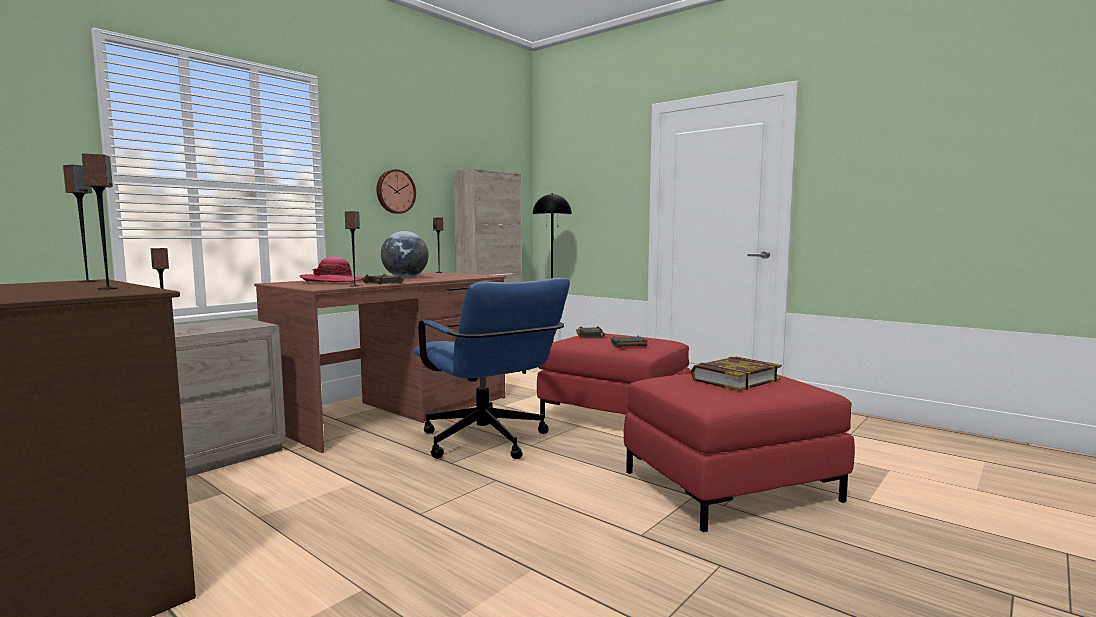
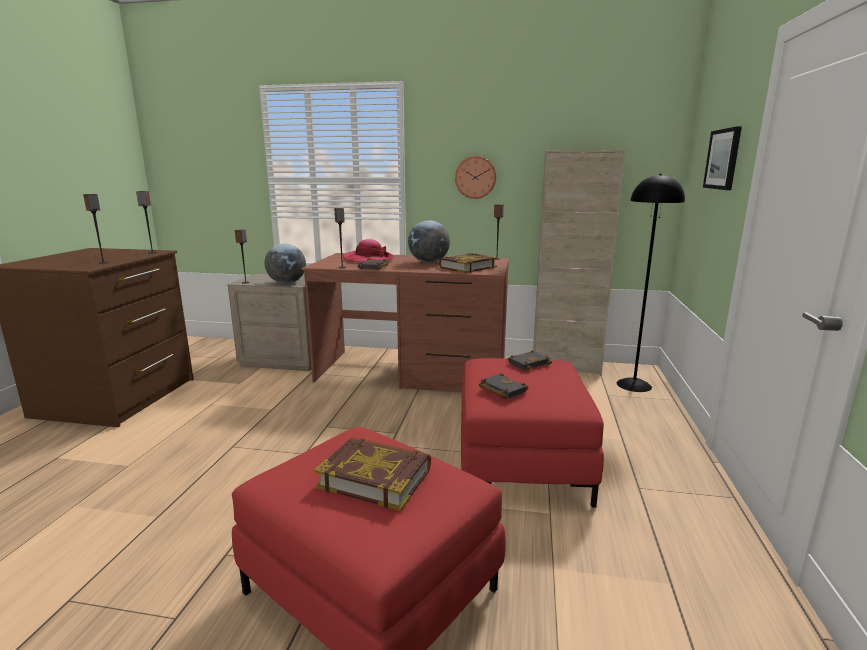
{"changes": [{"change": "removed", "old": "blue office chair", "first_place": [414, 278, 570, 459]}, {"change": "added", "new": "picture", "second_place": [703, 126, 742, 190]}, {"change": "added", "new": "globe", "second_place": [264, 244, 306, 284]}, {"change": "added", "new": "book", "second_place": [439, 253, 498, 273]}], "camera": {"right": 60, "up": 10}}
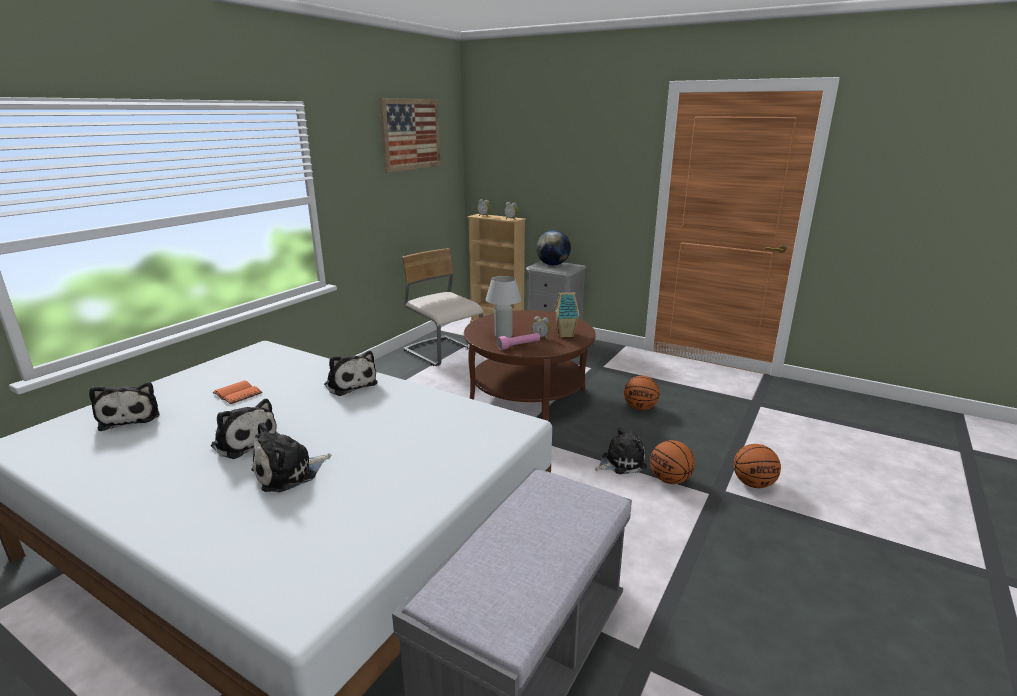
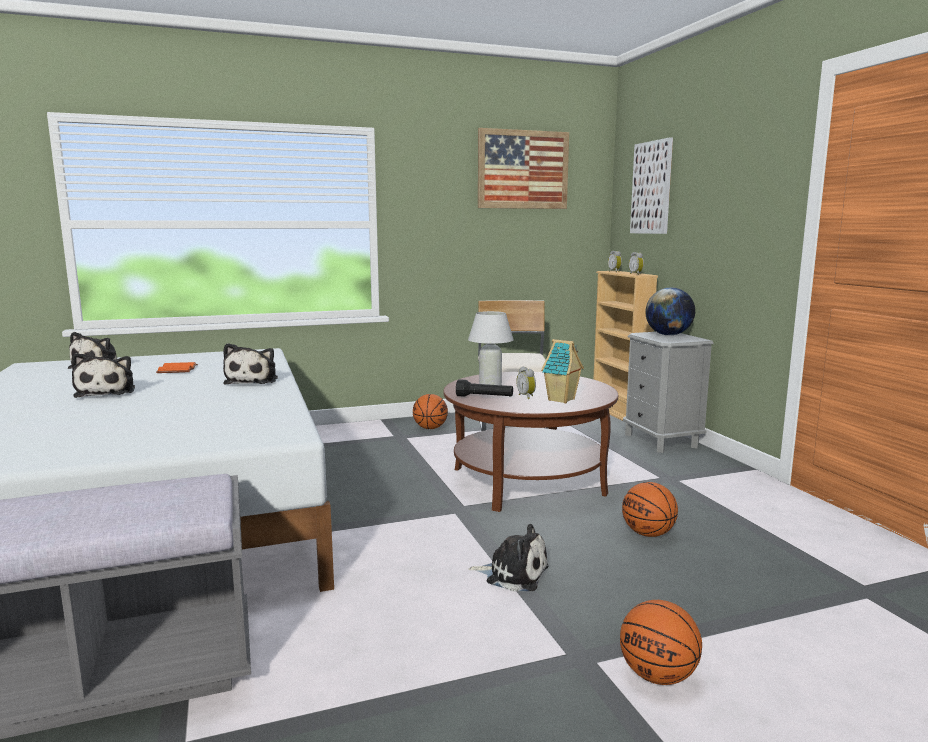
{"changes": [{"change": "recoloured", "old": "pink flashlight", "new": "black flashlight", "first_place": [497, 333, 540, 350], "second_place": [456, 379, 513, 397]}, {"change": "removed", "old": "plush toy", "first_place": [251, 422, 331, 492]}, {"change": "moved", "old": "basketball", "first_place": [650, 440, 695, 484], "second_place": [413, 394, 448, 429]}, {"change": "added", "new": "picture", "second_place": [630, 137, 673, 234]}], "camera": {"right": 40, "up": -10}}
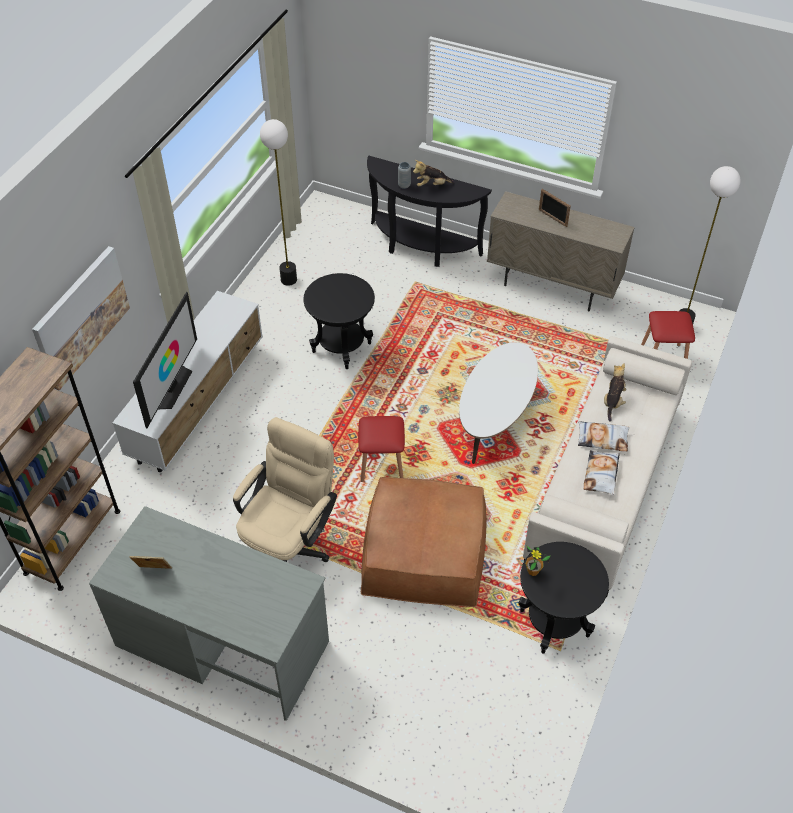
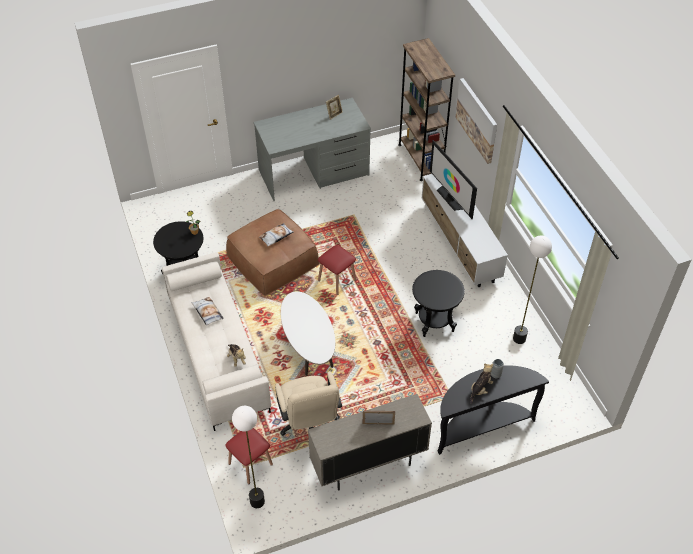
{"changes": [{"change": "moved", "old": "beige office chair", "first_place": [233, 417, 337, 562], "second_place": [275, 371, 342, 436]}, {"change": "moved", "old": "pillow", "first_place": [578, 421, 630, 451], "second_place": [259, 223, 293, 247]}], "camera": {"right": 135, "up": 0}}
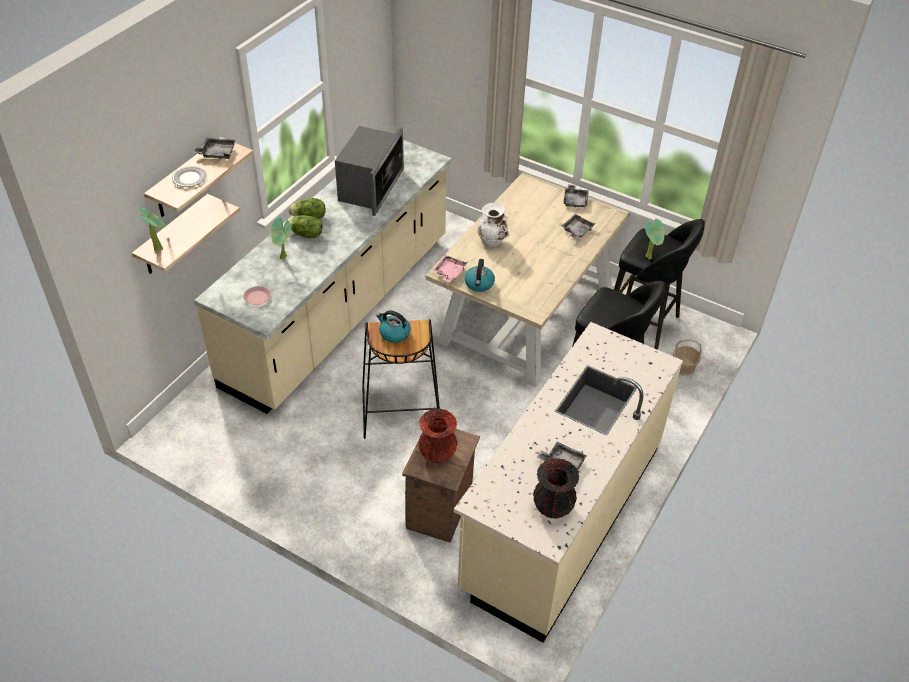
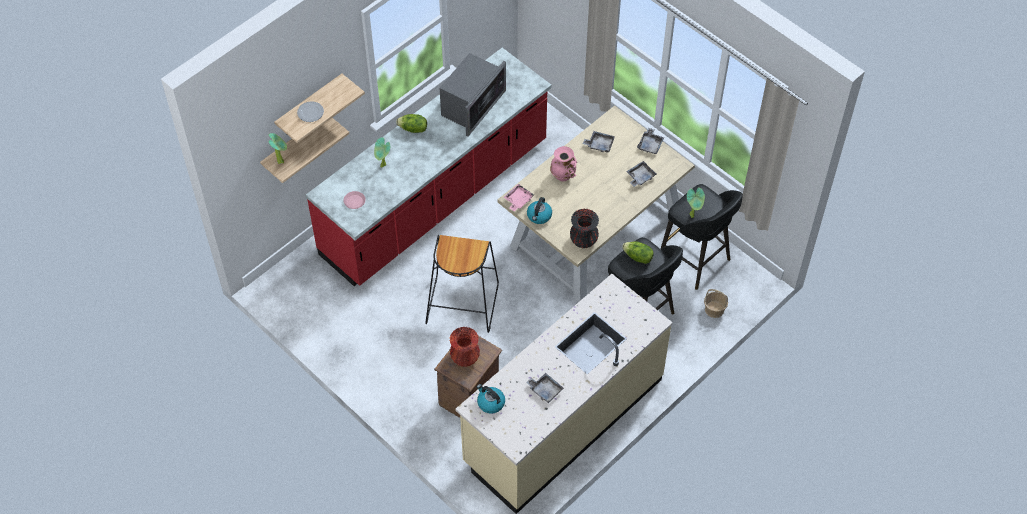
{"changes": [{"change": "moved", "old": "grey tray", "first_place": [193, 138, 236, 159], "second_place": [583, 131, 615, 153]}, {"change": "recoloured", "old": "beige counter", "new": "red counter", "first_place": [194, 140, 452, 414], "second_place": [306, 48, 551, 286]}, {"change": "recoloured", "old": "white vase", "new": "pink vase", "first_place": [477, 203, 510, 247], "second_place": [550, 146, 577, 181]}, {"change": "moved", "old": "lettuce", "first_place": [286, 215, 323, 238], "second_place": [622, 241, 654, 264]}, {"change": "moved", "old": "kettle", "first_place": [376, 310, 411, 343], "second_place": [477, 384, 505, 414]}, {"change": "moved", "old": "black vase", "first_place": [533, 458, 579, 519], "second_place": [570, 209, 599, 248]}], "camera": {"right": 15, "up": 10}}
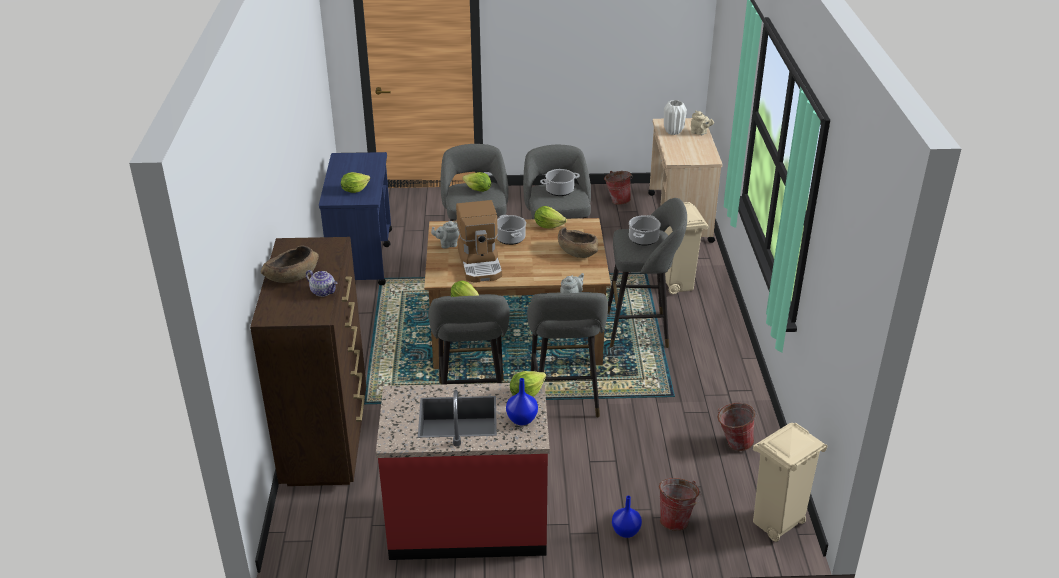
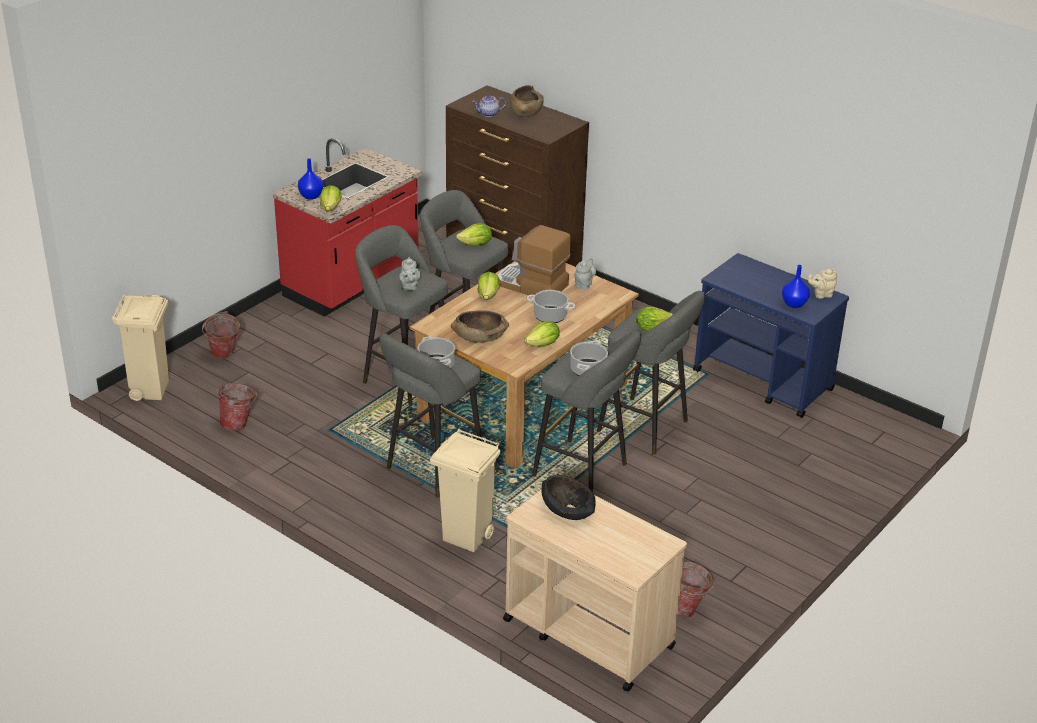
{"changes": [{"change": "removed", "old": "white vase", "first_place": [664, 100, 687, 135]}, {"change": "moved", "old": "beige teapot", "first_place": [691, 111, 714, 135], "second_place": [808, 268, 838, 299]}, {"change": "moved", "old": "lettuce", "first_place": [341, 172, 370, 193], "second_place": [477, 272, 500, 300]}, {"change": "moved", "old": "blue vase", "first_place": [612, 496, 642, 538], "second_place": [782, 265, 810, 308]}, {"change": "added", "new": "black bowl", "second_place": [541, 475, 596, 520]}], "camera": {"right": 130, "up": 0}}
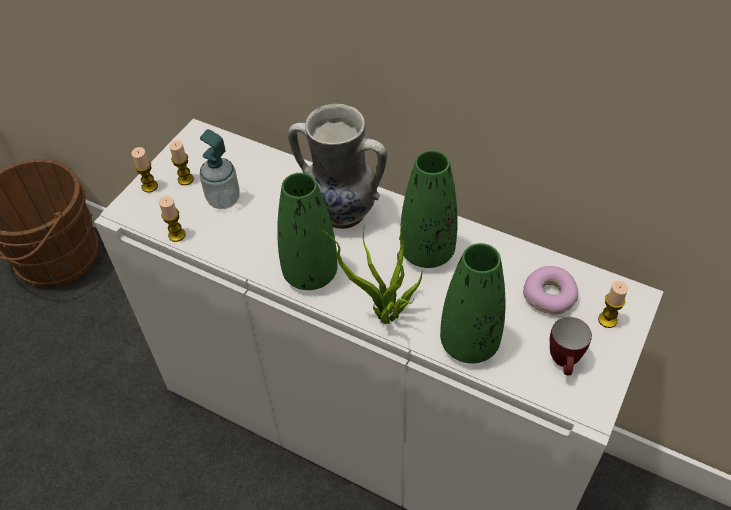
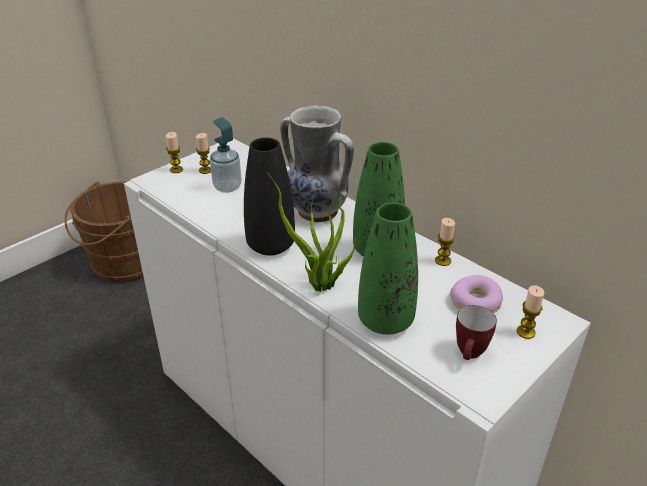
{"changes": [{"change": "recoloured", "old": "green vase", "new": "black vase", "first_place": [277, 173, 338, 290], "second_place": [244, 137, 295, 256]}, {"change": "moved", "old": "candle", "first_place": [159, 196, 186, 242], "second_place": [435, 218, 455, 266]}], "camera": {"right": 15, "up": -15}}
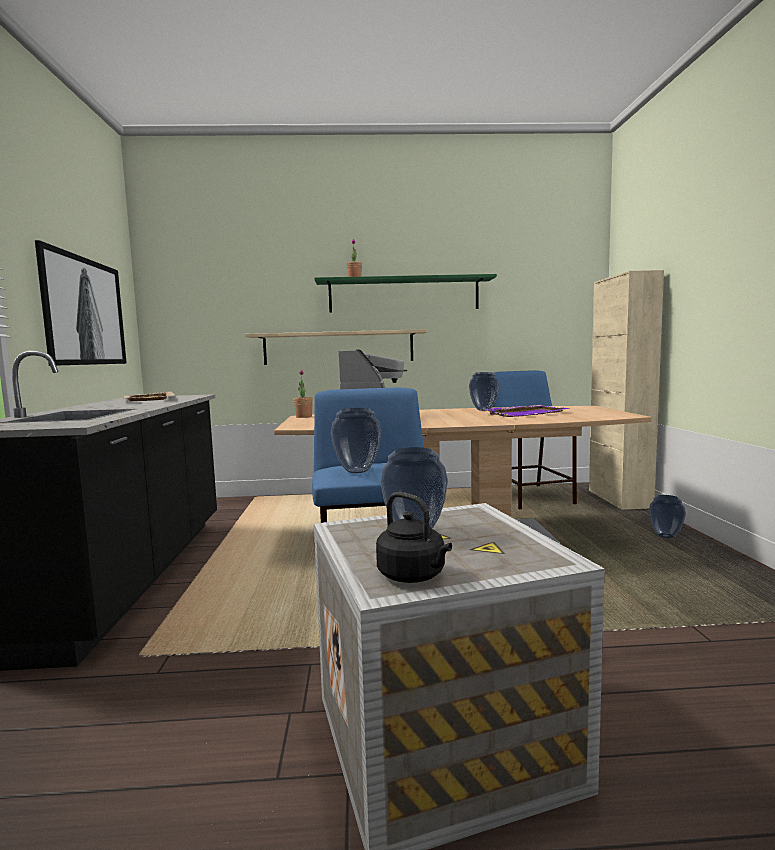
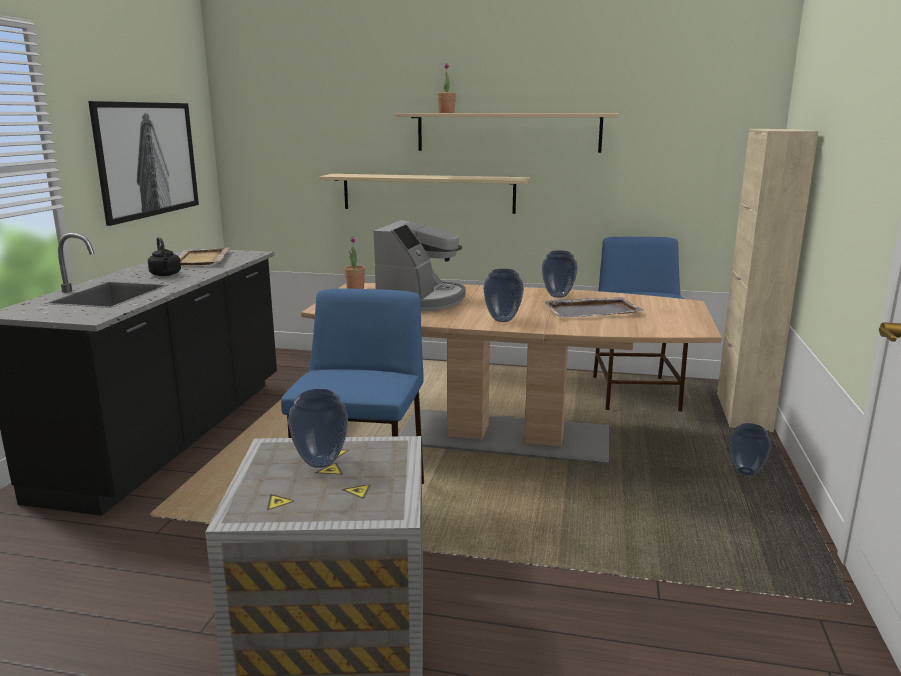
{"changes": [{"change": "recoloured", "old": "green shelf", "new": "beige shelf", "first_place": [314, 274, 497, 313], "second_place": [396, 113, 619, 153]}, {"change": "recoloured", "old": "purple tray", "new": "grey tray", "first_place": [485, 405, 570, 417], "second_place": [543, 297, 644, 317]}, {"change": "moved", "old": "vase", "first_place": [331, 408, 381, 473], "second_place": [483, 269, 524, 322]}, {"change": "moved", "old": "black kettle", "first_place": [376, 492, 452, 583], "second_place": [148, 237, 181, 276]}], "camera": {"right": 15, "up": 10}}
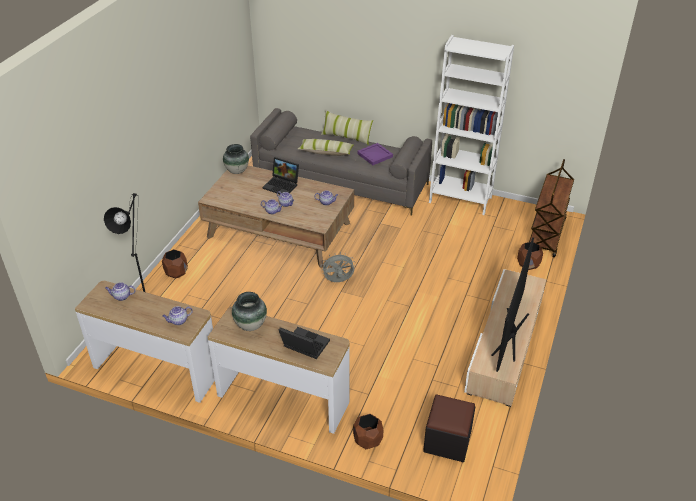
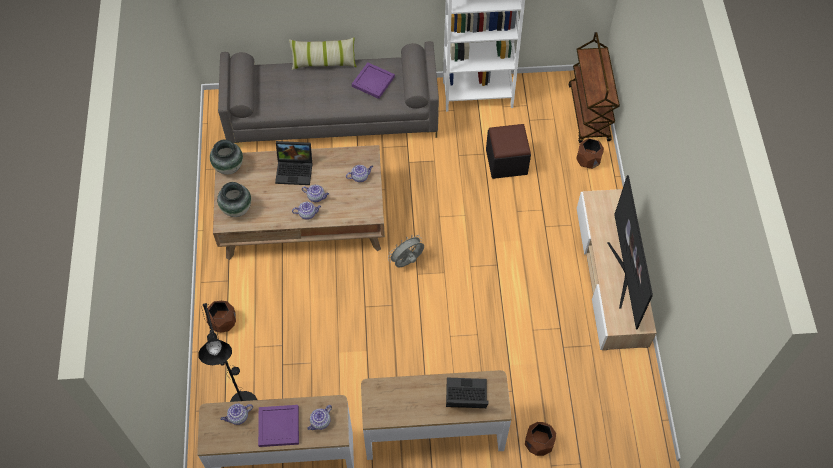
{"changes": [{"change": "removed", "old": "pillow", "first_place": [298, 139, 354, 156]}, {"change": "moved", "old": "vase", "first_place": [232, 292, 267, 331], "second_place": [217, 182, 251, 217]}, {"change": "moved", "old": "black ottoman", "first_place": [423, 394, 475, 462], "second_place": [486, 124, 531, 179]}, {"change": "added", "new": "purple tray", "second_place": [258, 405, 299, 447]}], "camera": {"right": -25, "up": 20}}
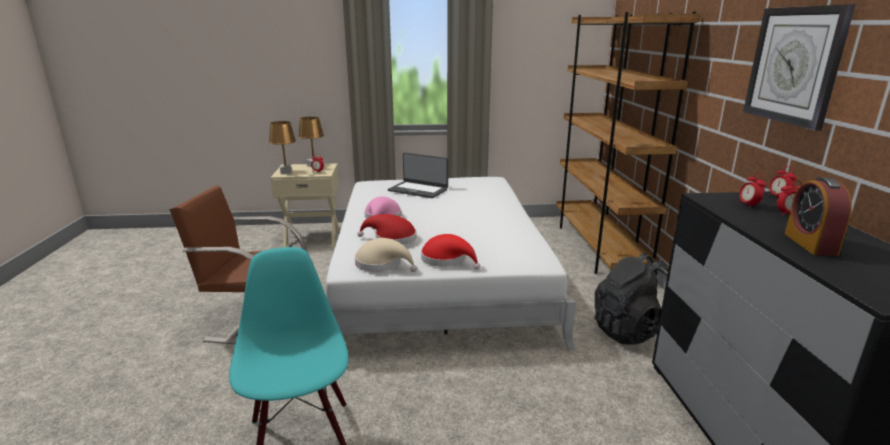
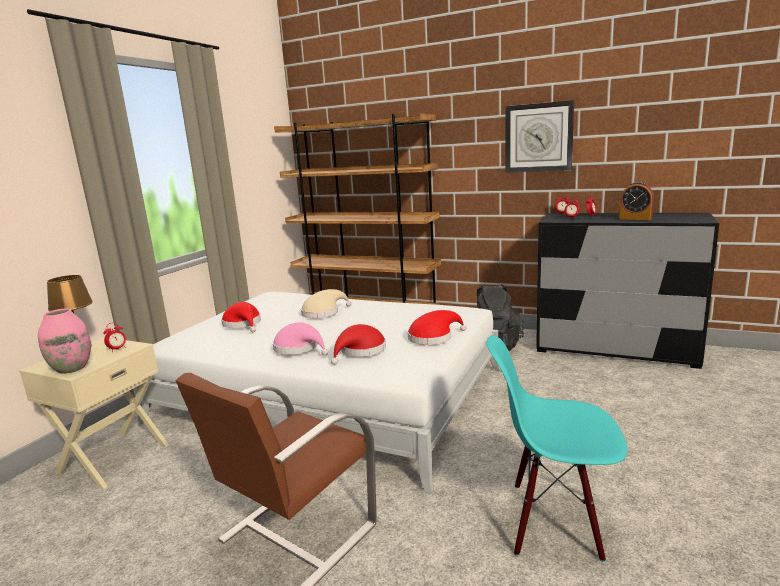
{"changes": [{"change": "replaced", "old": "brown table lamp", "new": "pink vase", "first_place": [269, 121, 296, 174], "second_place": [38, 309, 91, 374]}, {"change": "replaced", "old": "laptop", "new": "red hat", "first_place": [388, 153, 448, 198], "second_place": [221, 302, 261, 332]}, {"change": "moved", "old": "beige hat", "first_place": [355, 238, 417, 272], "second_place": [301, 289, 351, 318]}], "camera": {"right": -60, "up": -5}}
